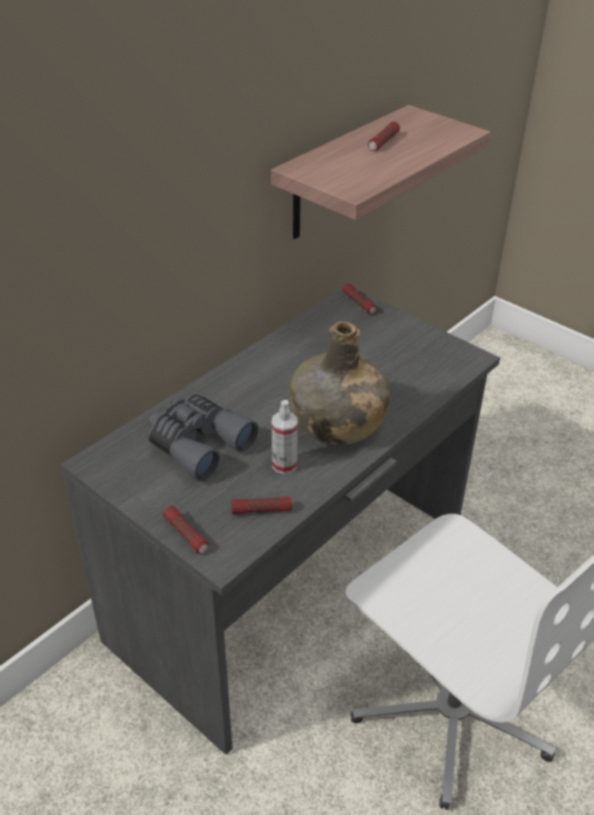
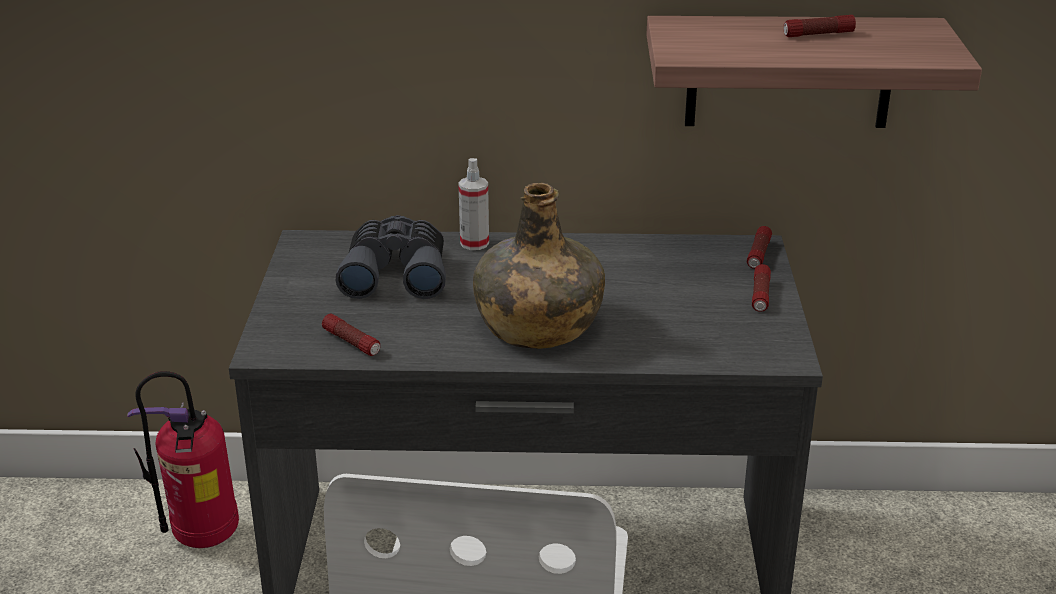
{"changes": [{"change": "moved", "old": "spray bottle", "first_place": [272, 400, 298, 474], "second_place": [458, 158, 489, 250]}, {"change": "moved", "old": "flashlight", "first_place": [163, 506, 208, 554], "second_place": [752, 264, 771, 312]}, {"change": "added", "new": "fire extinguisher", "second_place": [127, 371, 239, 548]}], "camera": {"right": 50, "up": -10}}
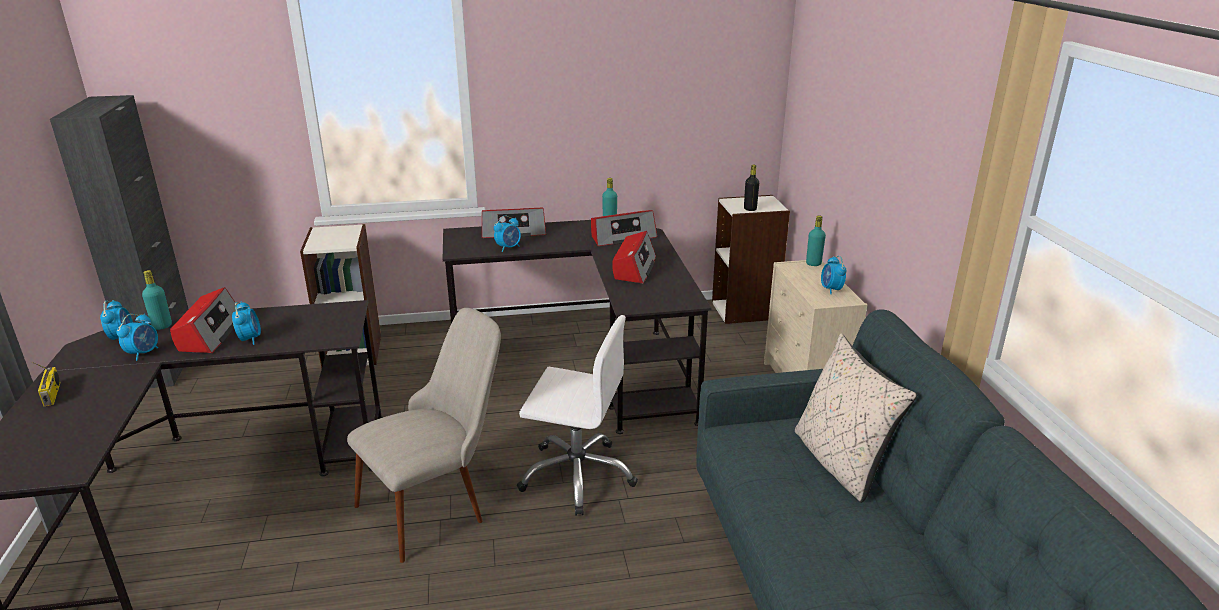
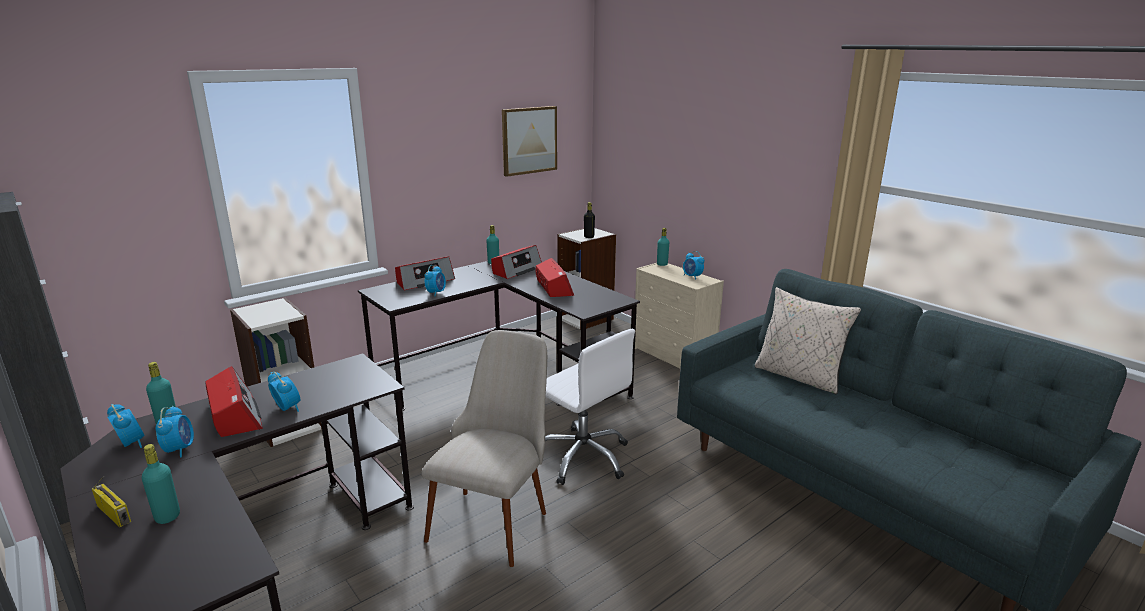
{"changes": [{"change": "turned", "old": "white office chair", "first_place": [517, 315, 638, 516], "second_place": [545, 329, 635, 485], "degrees": 60}, {"change": "added", "new": "picture", "second_place": [502, 106, 557, 177]}, {"change": "added", "new": "turquoise bottle", "second_place": [142, 444, 180, 524]}], "camera": {"right": -30, "up": -5}}
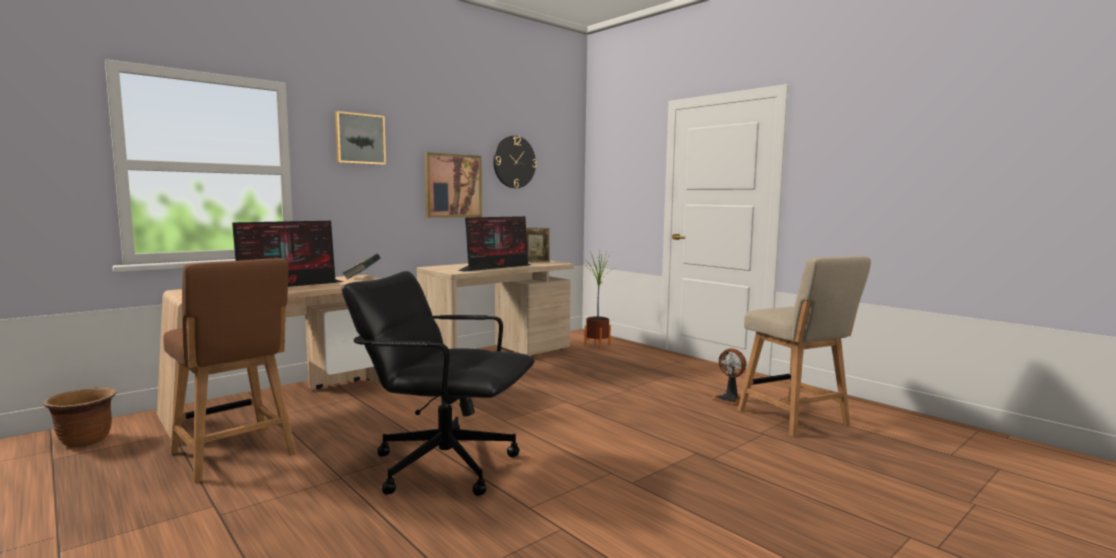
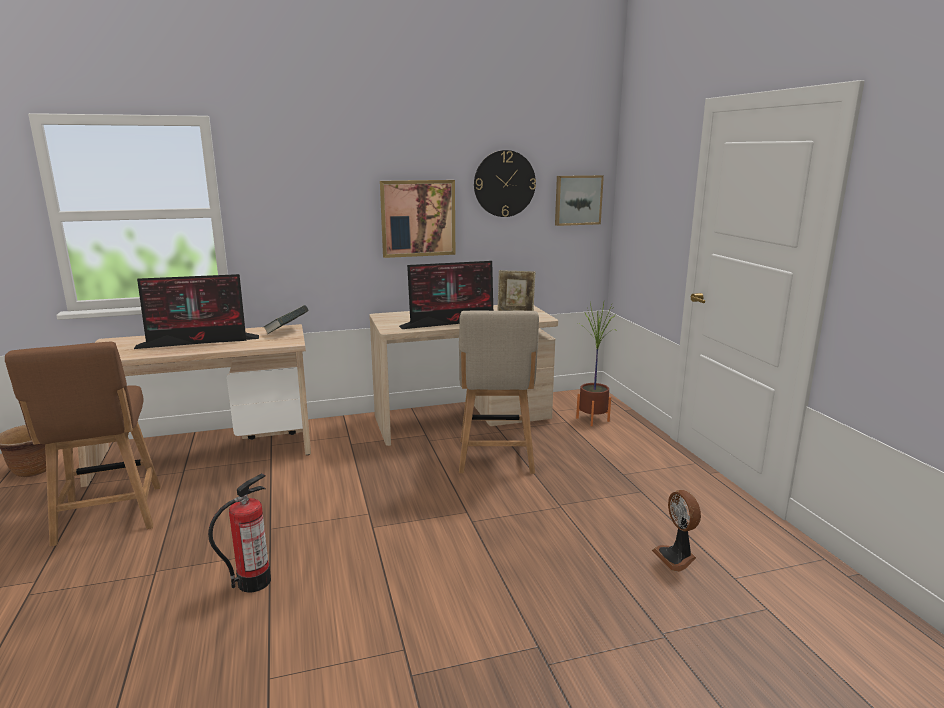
{"changes": [{"change": "moved", "old": "picture", "first_place": [335, 111, 386, 165], "second_place": [555, 175, 604, 226]}, {"change": "moved", "old": "beige chair", "first_place": [738, 256, 871, 436], "second_place": [459, 311, 539, 474]}, {"change": "replaced", "old": "black office chair", "new": "fire extinguisher", "first_place": [342, 271, 535, 496], "second_place": [208, 473, 271, 593]}], "camera": {"right": 25, "up": 10}}
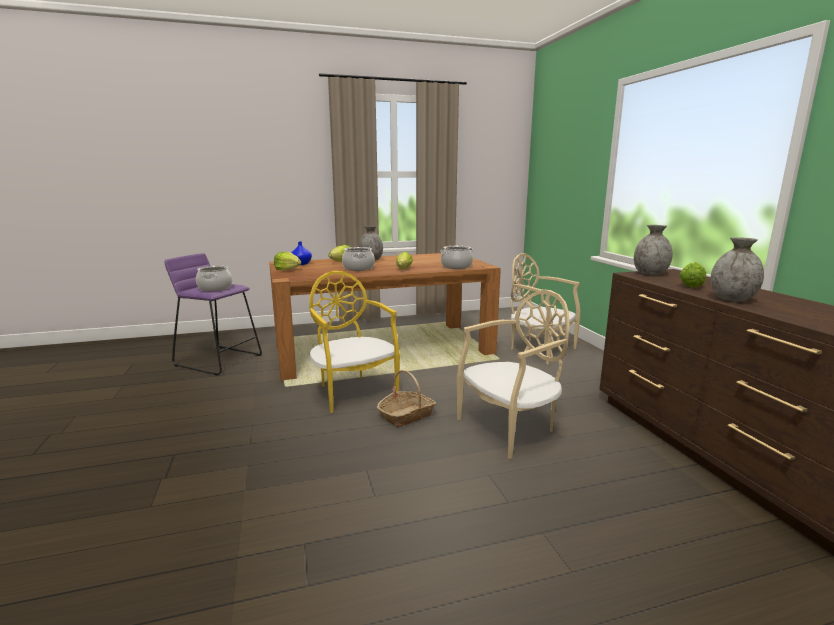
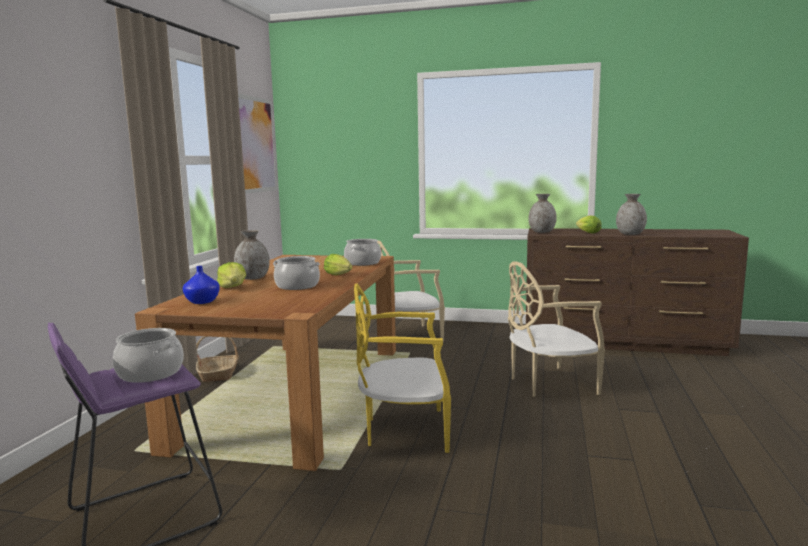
{"changes": [{"change": "removed", "old": "lettuce", "first_place": [274, 252, 301, 271]}, {"change": "turned", "old": "beige chair", "first_place": [457, 290, 569, 459], "second_place": [508, 261, 605, 397], "degrees": -105}, {"change": "moved", "old": "basket", "first_place": [377, 370, 436, 427], "second_place": [196, 336, 239, 382]}, {"change": "added", "new": "picture", "second_place": [238, 93, 278, 194]}], "camera": {"right": -60, "up": -5}}
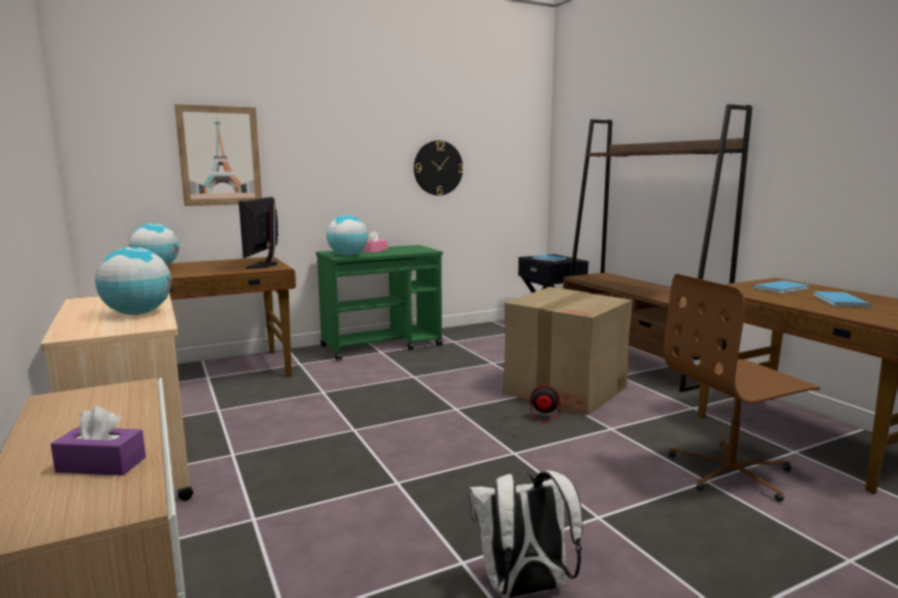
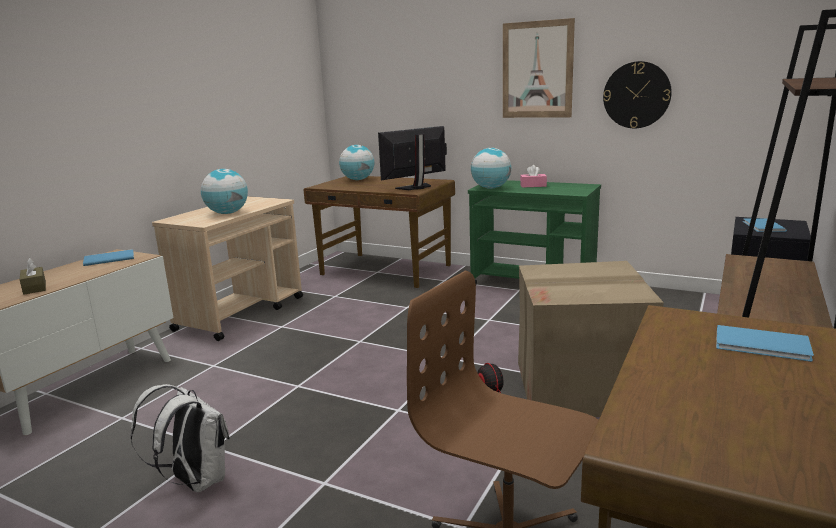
{"changes": [{"change": "moved", "old": "picture", "first_place": [174, 104, 262, 206], "second_place": [503, 18, 575, 118]}, {"change": "moved", "old": "blue book", "first_place": [813, 291, 872, 307], "second_place": [83, 249, 134, 266]}, {"change": "recoloured", "old": "purple tissue box", "new": "brown tissue box", "first_place": [51, 406, 146, 476], "second_place": [20, 258, 46, 295]}], "camera": {"right": 55, "up": 5}}
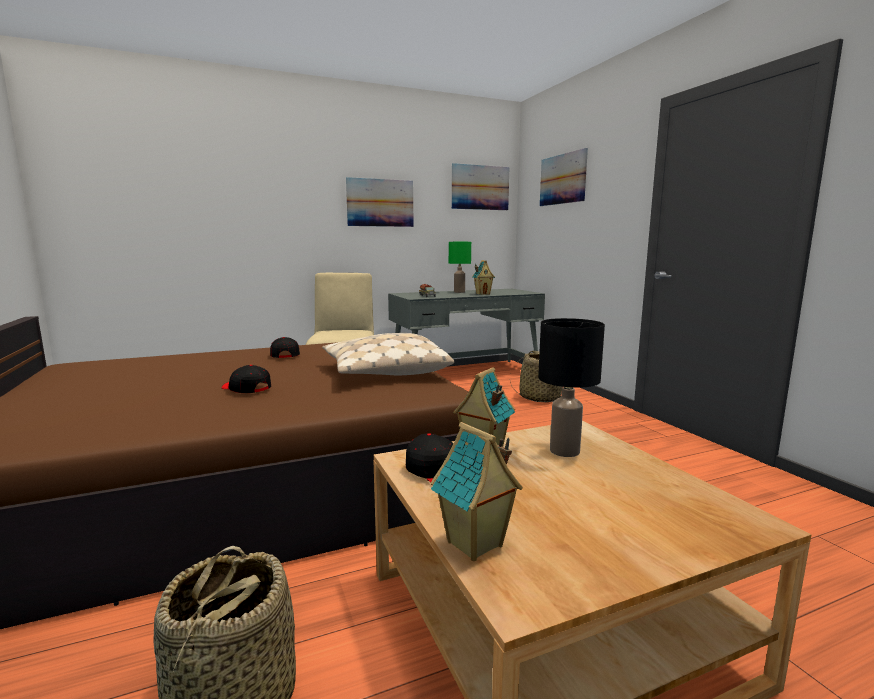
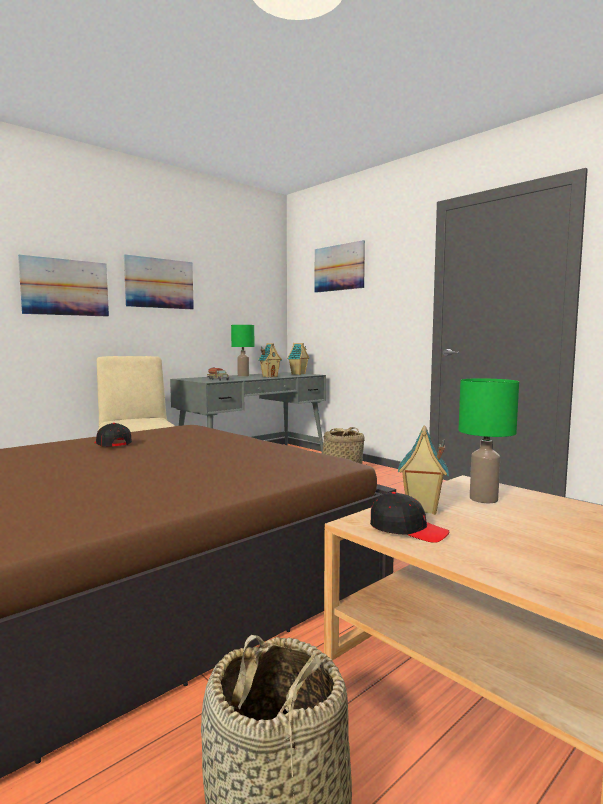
{"changes": [{"change": "moved", "old": "picture", "first_place": [452, 163, 509, 210], "second_place": [18, 255, 109, 317]}, {"change": "recoloured", "old": "black table lamp", "new": "green table lamp", "first_place": [538, 318, 605, 457], "second_place": [459, 378, 519, 503]}, {"change": "removed", "old": "beige pillow", "first_place": [322, 333, 454, 375]}, {"change": "removed", "old": "black cap", "first_place": [222, 365, 271, 393]}, {"change": "moved", "old": "toy house", "first_place": [431, 422, 523, 561], "second_place": [288, 343, 309, 375]}], "camera": {"right": -20, "up": -5}}
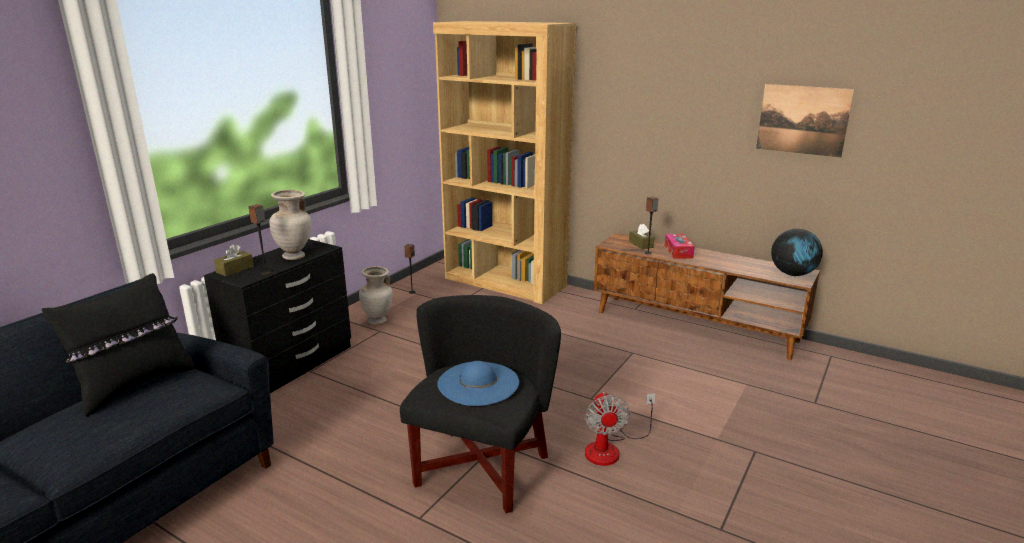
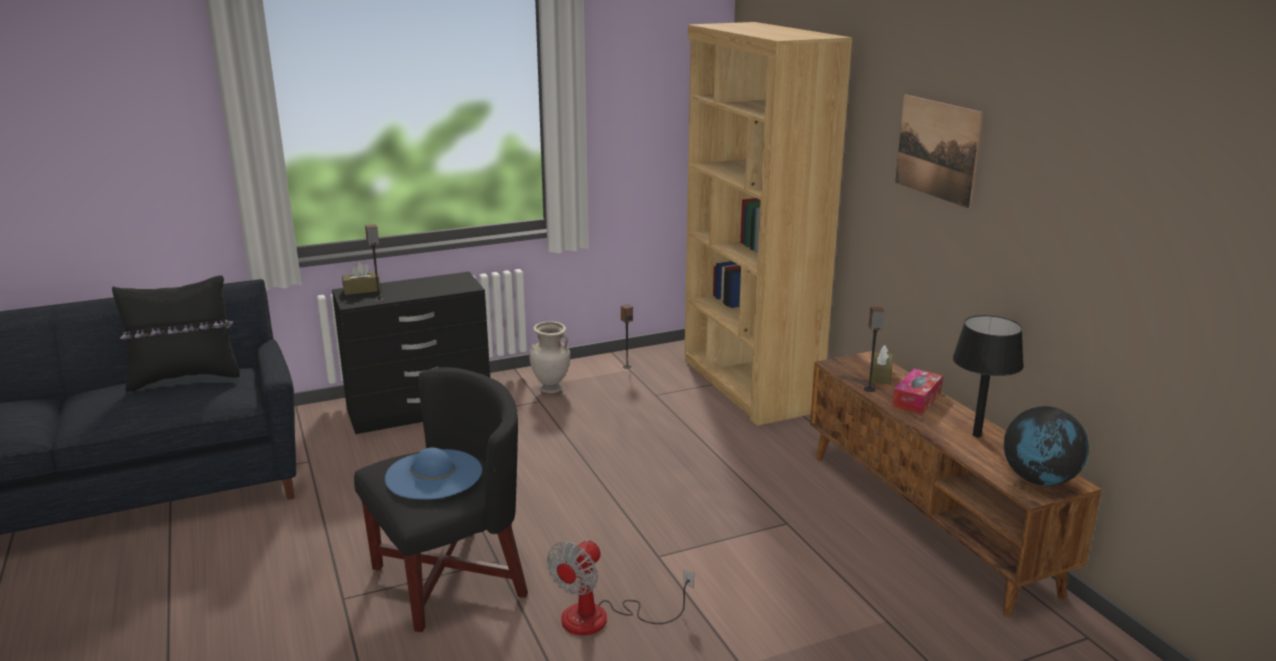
{"changes": [{"change": "moved", "old": "picture", "first_place": [756, 84, 854, 158], "second_place": [895, 95, 983, 208]}, {"change": "removed", "old": "beige vase", "first_place": [270, 190, 311, 260]}, {"change": "added", "new": "black table lamp", "second_place": [953, 315, 1024, 437]}], "camera": {"right": 35, "up": 0}}
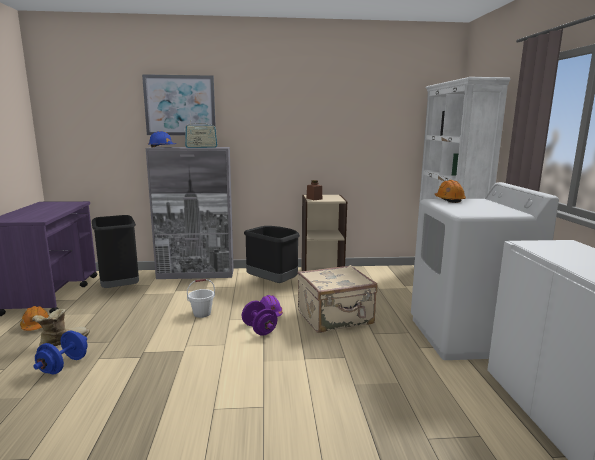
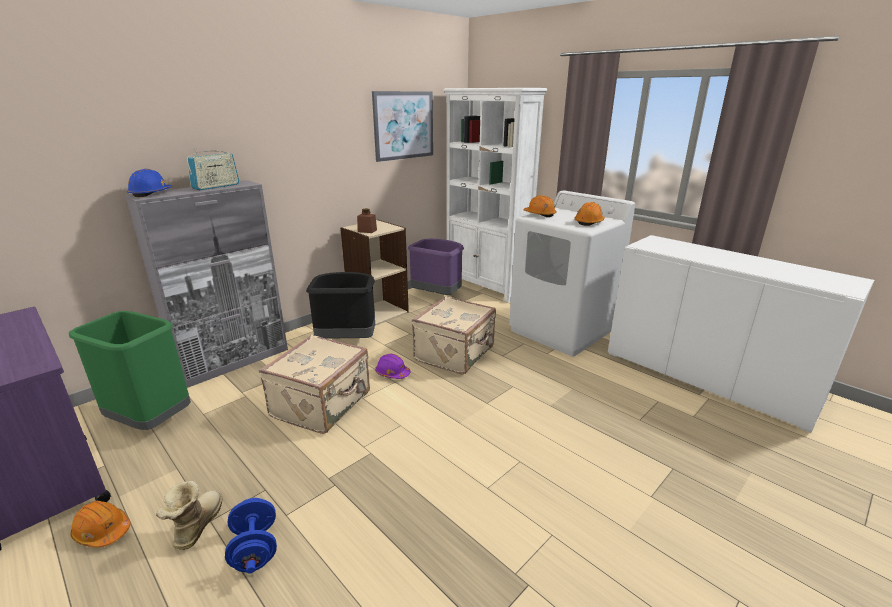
{"changes": [{"change": "moved", "old": "picture", "first_place": [142, 74, 216, 136], "second_place": [372, 91, 433, 162]}, {"change": "recoloured", "old": "black trash can", "new": "green trash can", "first_place": [92, 215, 139, 288], "second_place": [69, 311, 191, 430]}, {"change": "replaced", "old": "white bucket", "new": "beige suitcase", "first_place": [187, 279, 215, 318], "second_place": [259, 335, 370, 434]}, {"change": "removed", "old": "purple dumbbell", "first_place": [242, 301, 278, 336]}, {"change": "added", "new": "orange hard hat", "second_place": [574, 202, 605, 226]}, {"change": "added", "new": "purple trash can", "second_place": [408, 239, 464, 295]}], "camera": {"right": -40, "up": 10}}
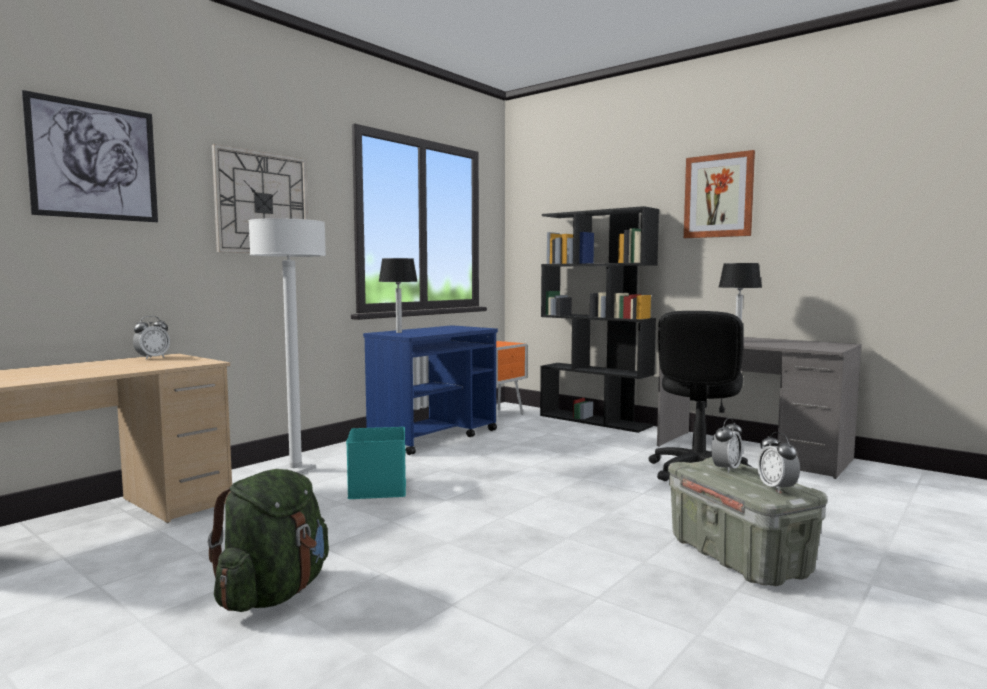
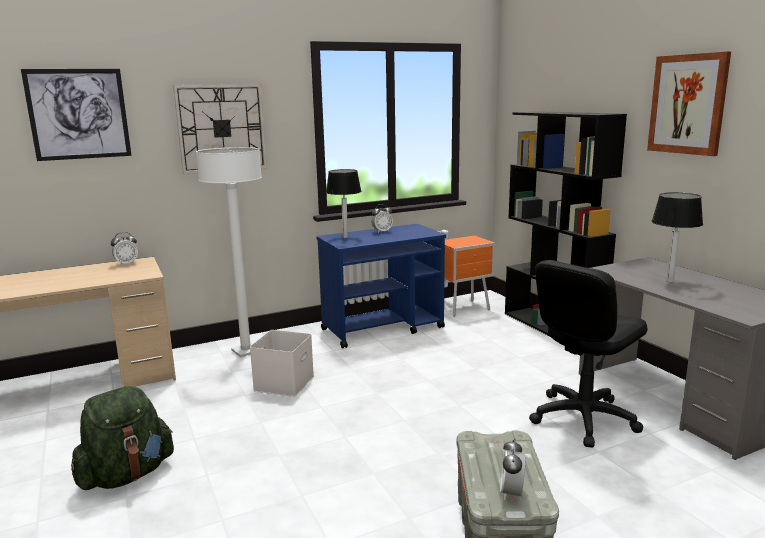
{"changes": [{"change": "moved", "old": "alarm clock", "first_place": [711, 418, 743, 473], "second_place": [371, 204, 393, 233]}, {"change": "recoloured", "old": "turquoise storage box", "new": "white storage box", "first_place": [346, 427, 406, 499], "second_place": [250, 330, 314, 397]}], "camera": {"right": 25, "up": 10}}
